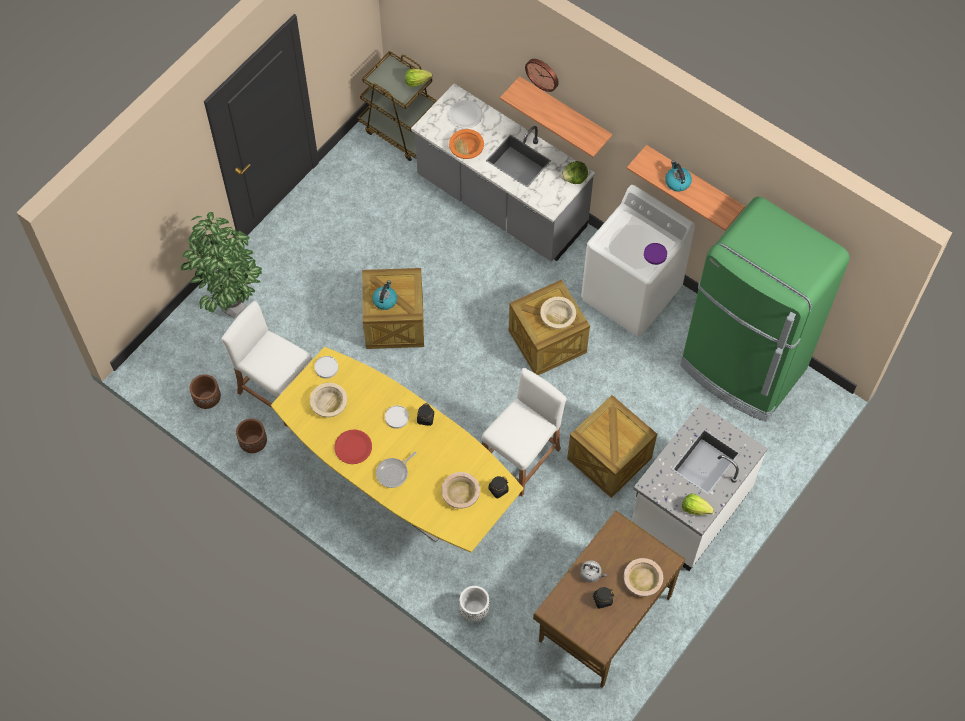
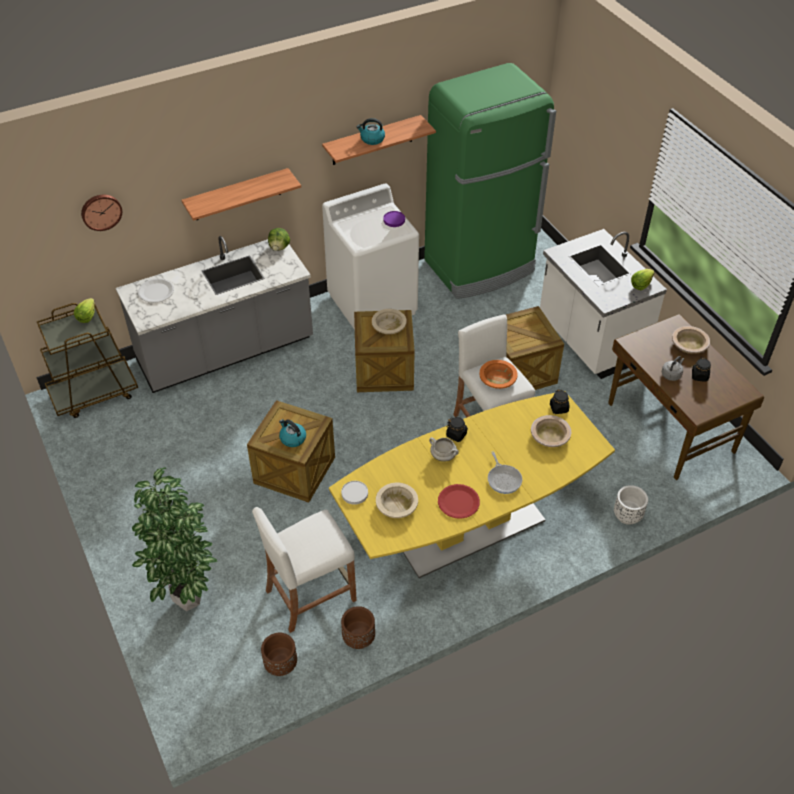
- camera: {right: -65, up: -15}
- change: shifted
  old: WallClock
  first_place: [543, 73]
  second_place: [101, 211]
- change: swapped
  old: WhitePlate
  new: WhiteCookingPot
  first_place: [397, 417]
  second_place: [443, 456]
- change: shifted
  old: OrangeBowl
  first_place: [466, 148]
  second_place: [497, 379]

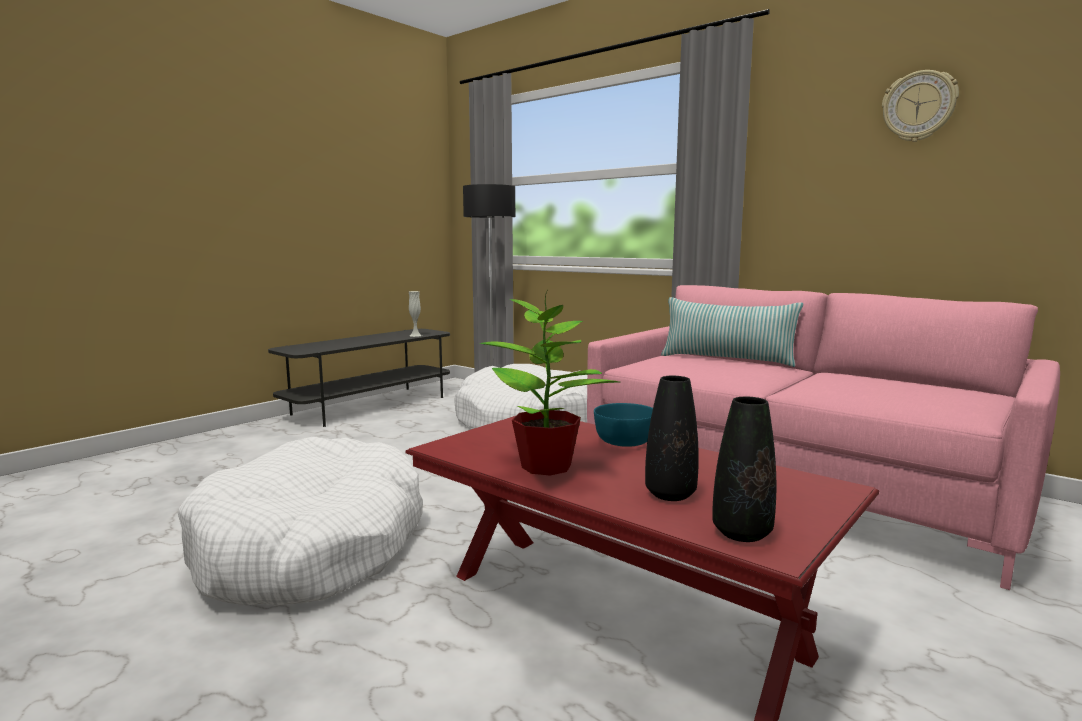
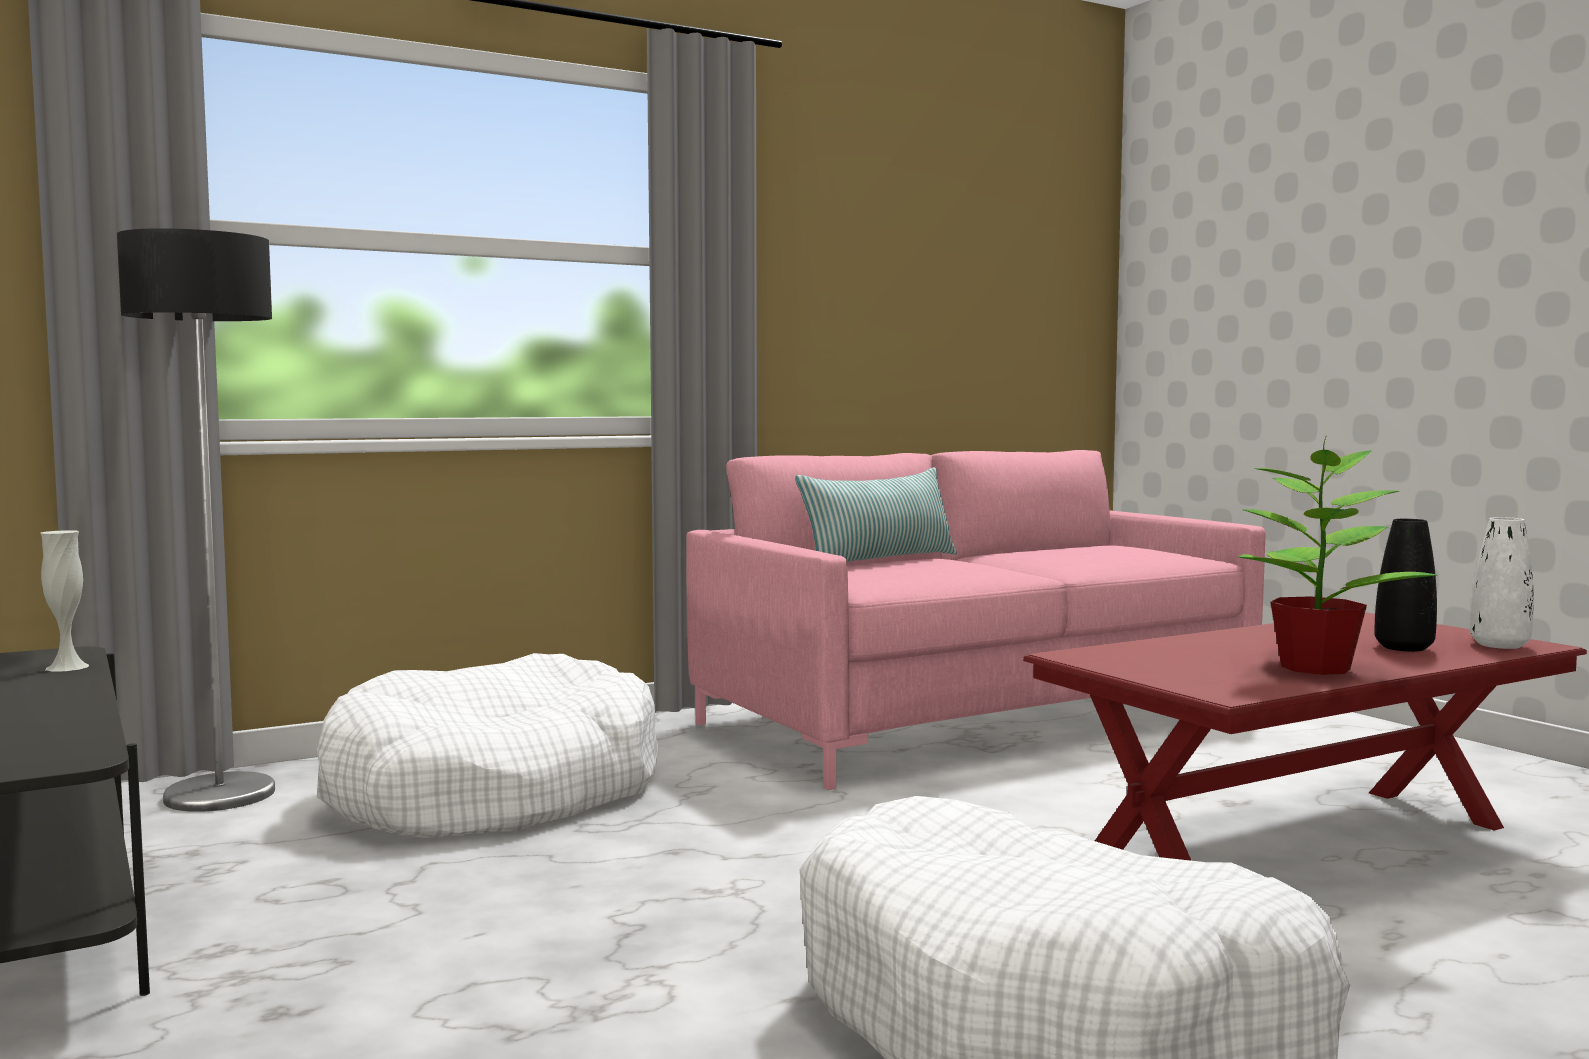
- camera: {right: -70, up: -5}
- change: repainted
  old: BlackVase
  new: WhiteVase
  first_place: [742, 533]
  second_place: [1499, 645]
- change: gone
  old: TurquoiseBowl
  first_place: [624, 440]
- change: gone
  old: WallClock
  first_place: [919, 106]

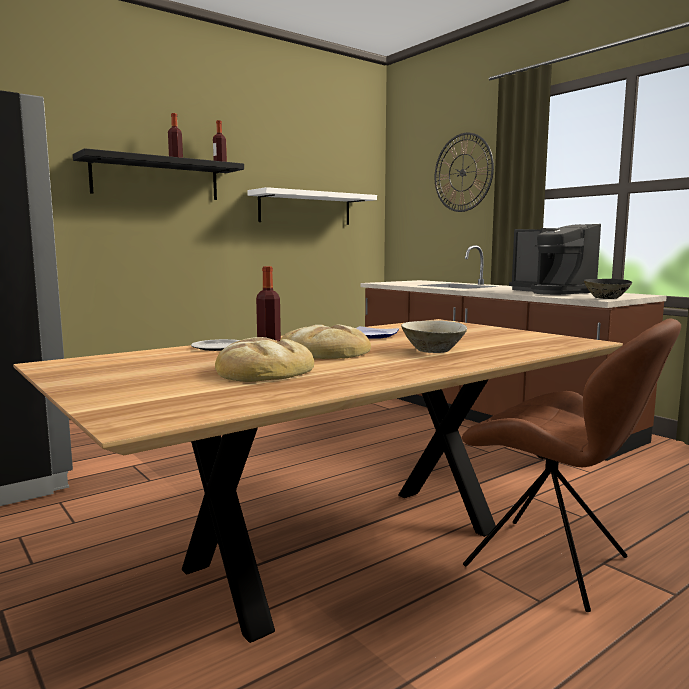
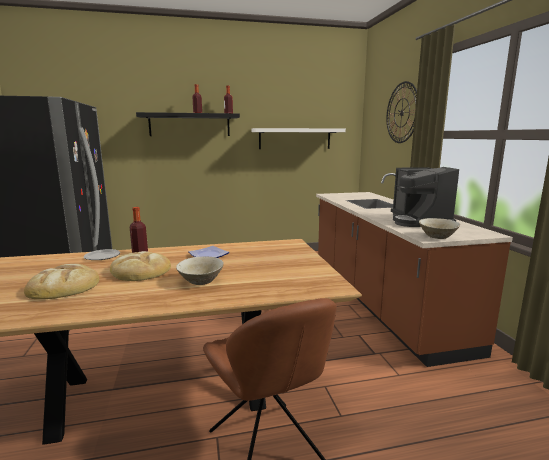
- camera: {right: 25, up: 5}
- change: repainted
  old: BlackBowl
  new: BeigeBowl
  first_place: [606, 298]
  second_place: [437, 237]

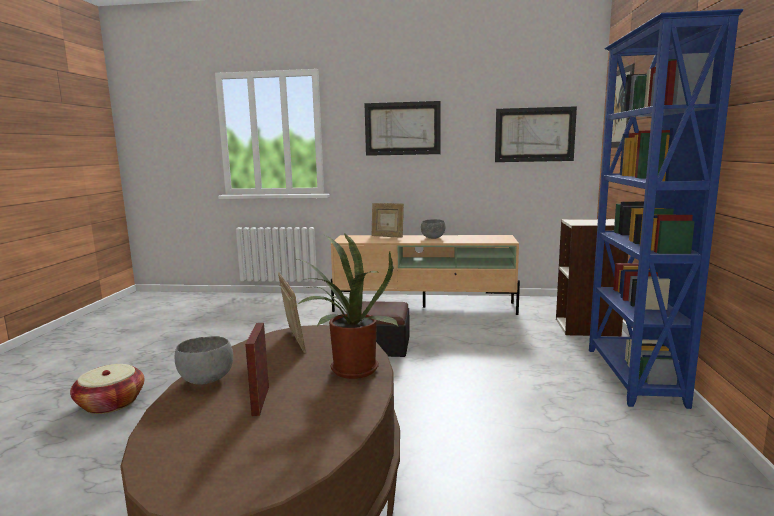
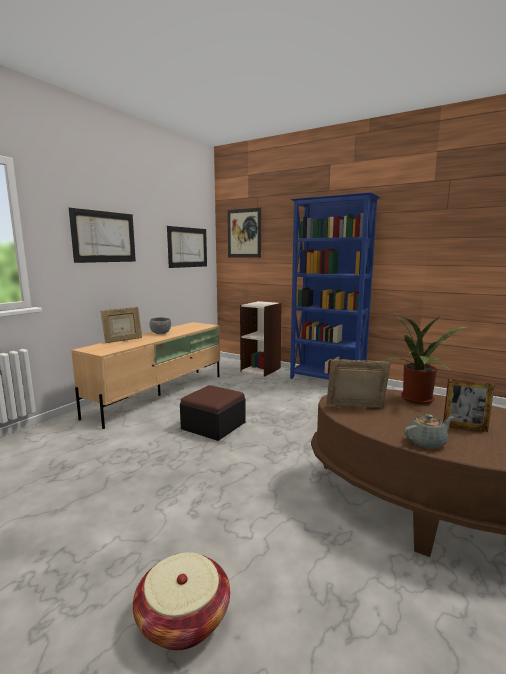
- camera: {right: -65, up: 0}
- change: swapped
  old: GreyBowl
  new: GreyTeapot
  first_place: [205, 380]
  second_place: [427, 442]

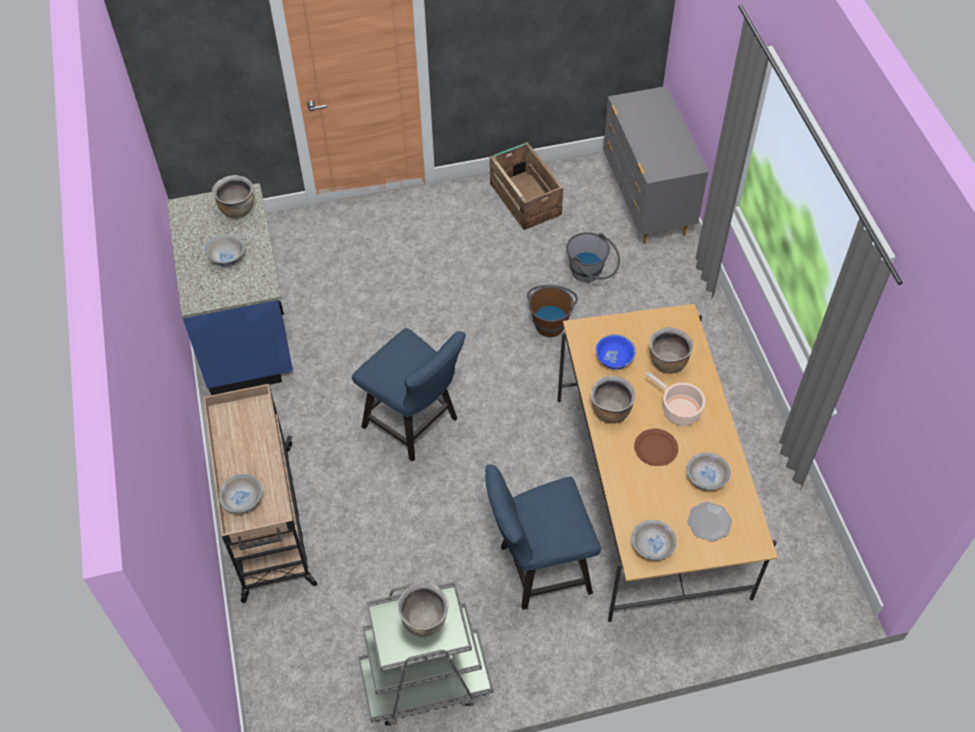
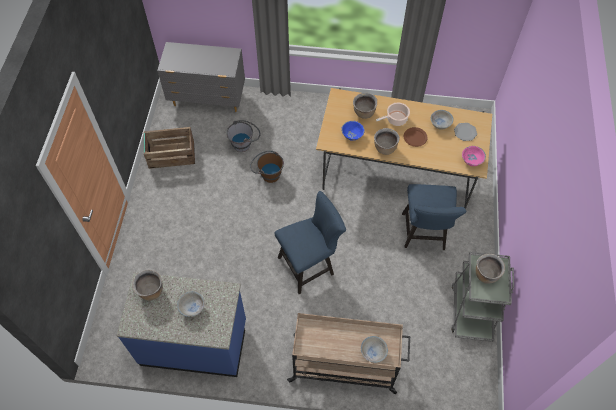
- camera: {right: -70, up: 5}
- change: repainted
  old: WhiteBowl
  new: PinkBowl
  first_place: [652, 547]
  second_place: [472, 160]

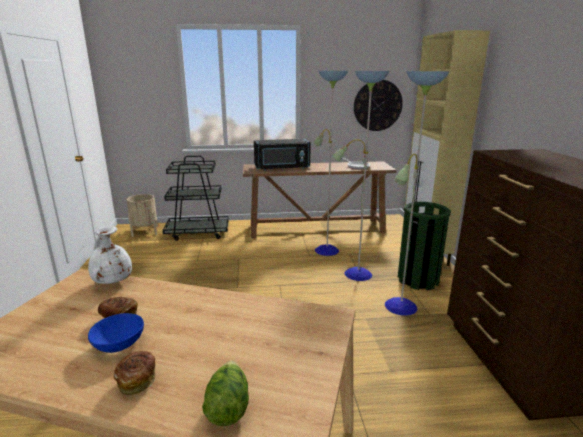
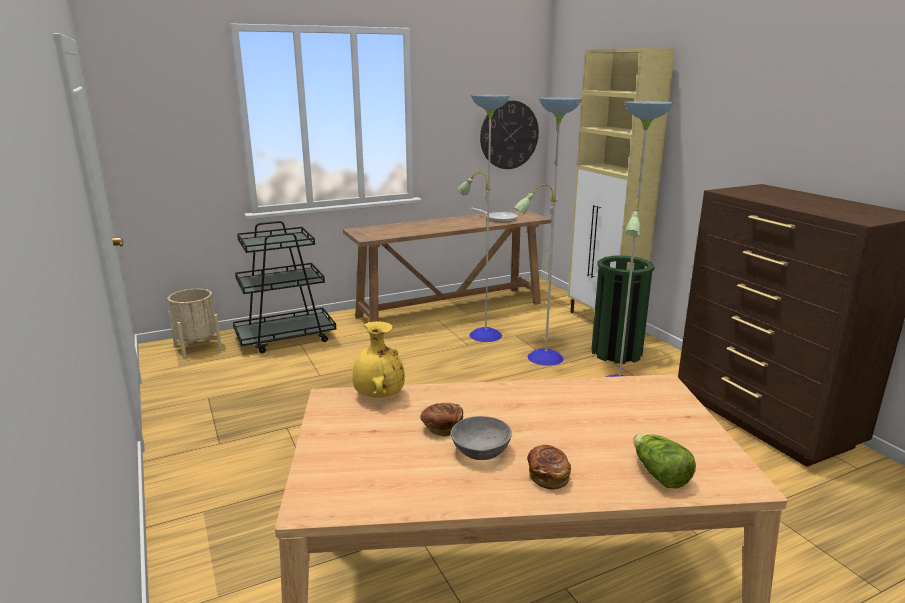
- camera: {right: -20, up: 0}
- change: repainted
  old: WhiteVase
  new: YellowVase
  first_place: [112, 282]
  second_place: [378, 395]
- change: repainted
  old: BlueBowl
  new: GreyBowl
  first_place: [120, 343]
  second_place: [482, 450]
- change: gone
  old: BlackMicrowave
  first_place: [282, 168]

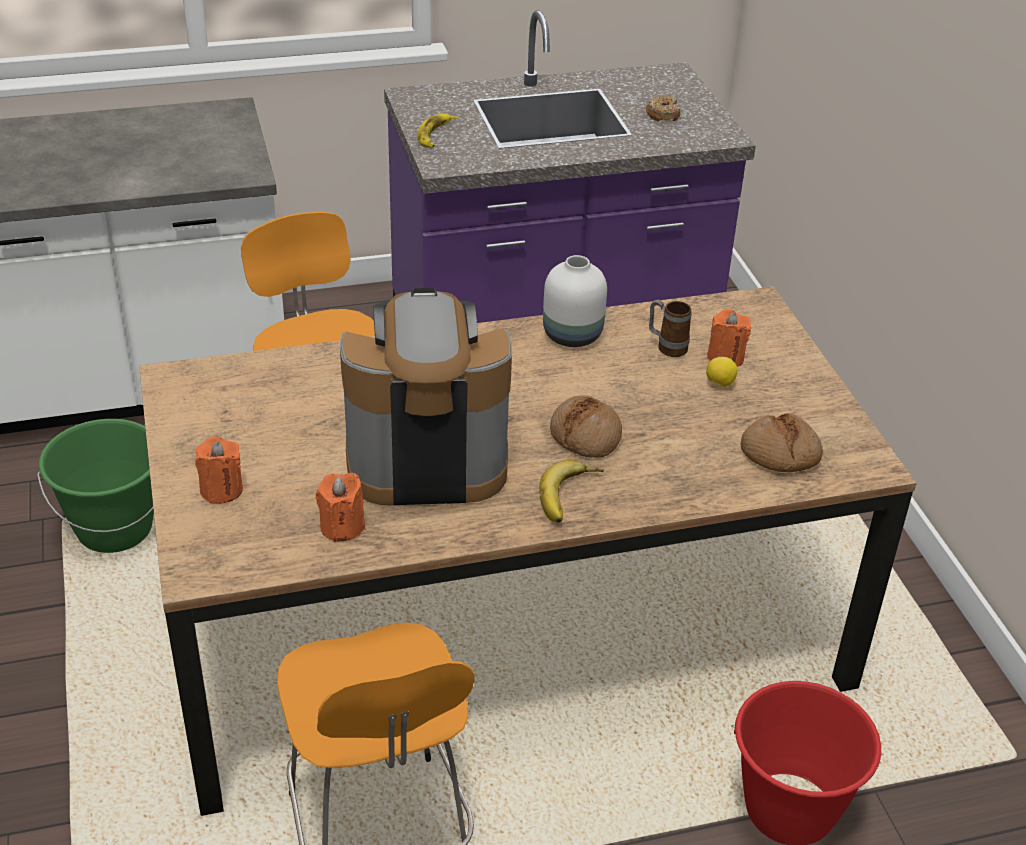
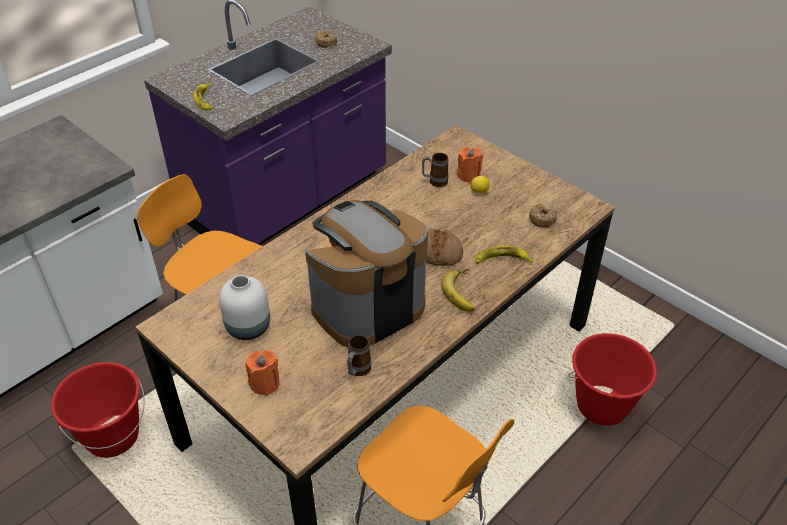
- camera: {right: -30, up: 5}
- change: repainted
  old: GreenBucket
  new: RedBucket
  first_place: [115, 529]
  second_place: [112, 436]
- change: shifted
  old: WhiteVase
  first_place: [572, 334]
  second_place: [247, 326]
- change: swapped
  old: OrangeCandle
  new: Mug
  first_place: [342, 527]
  second_place: [357, 371]
- change: new
  new: Banana
  second_place: [501, 259]
- change: swapped
  old: Bread
  new: Donut
  first_place: [780, 454]
  second_place: [542, 219]

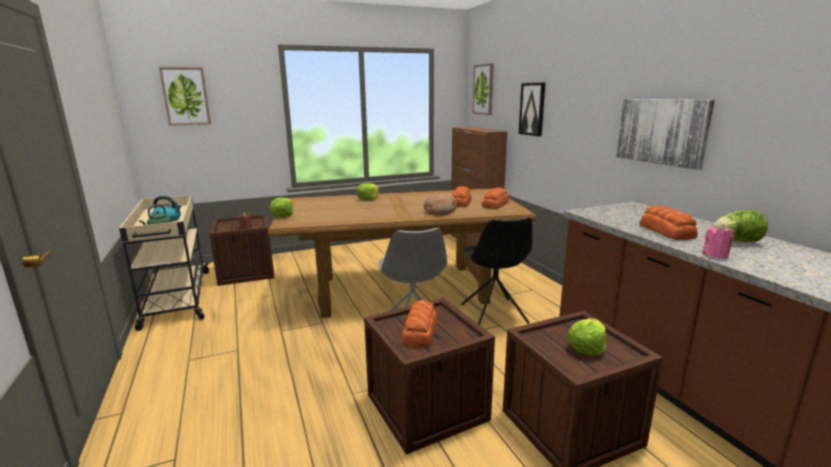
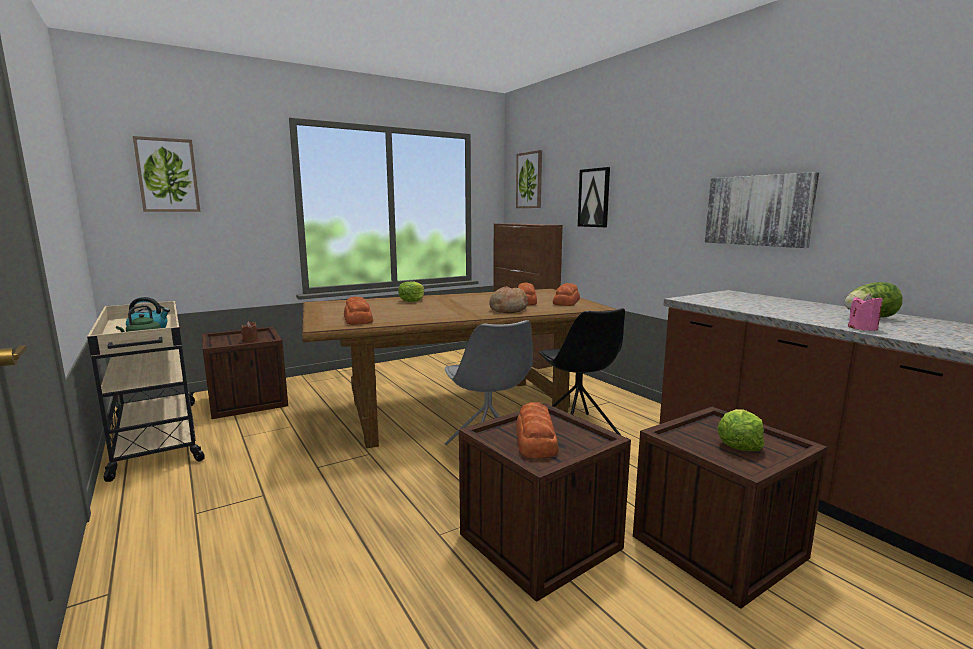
- camera: {right: -10, up: -5}
- change: shifted
  old: Bread
  first_place: [666, 231]
  second_place: [358, 319]
- change: gone
  old: Lettuce
  first_place: [282, 215]

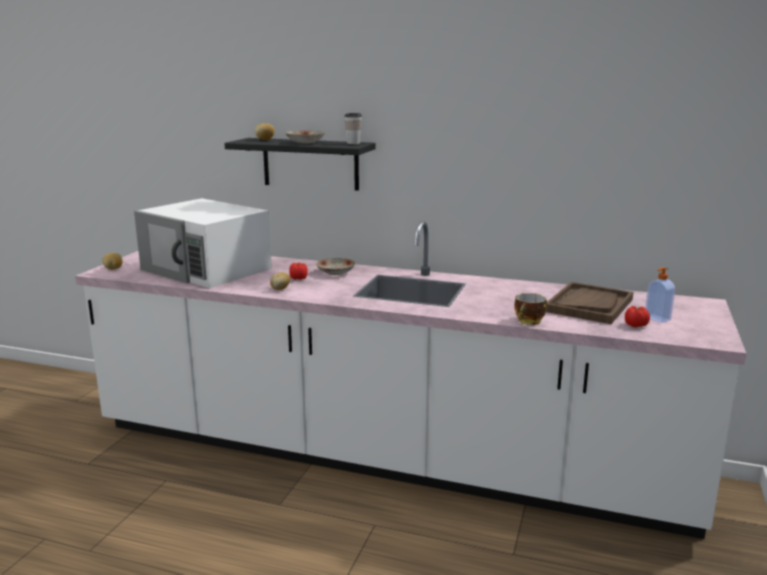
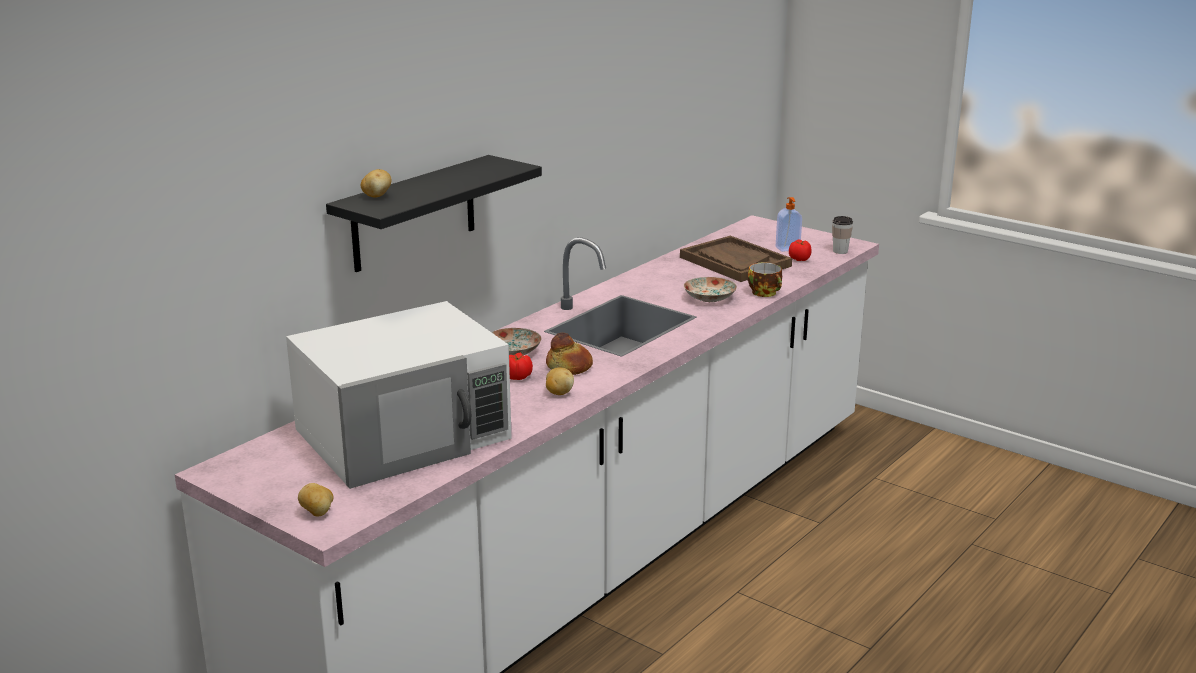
- camera: {right: -70, up: 5}
- change: new
  new: Bread
  second_place: [569, 367]
- change: shifted
  old: Plate
  first_place: [305, 142]
  second_place: [709, 298]
- change: shifted
  old: Cup
  first_place: [353, 143]
  second_place: [840, 251]

